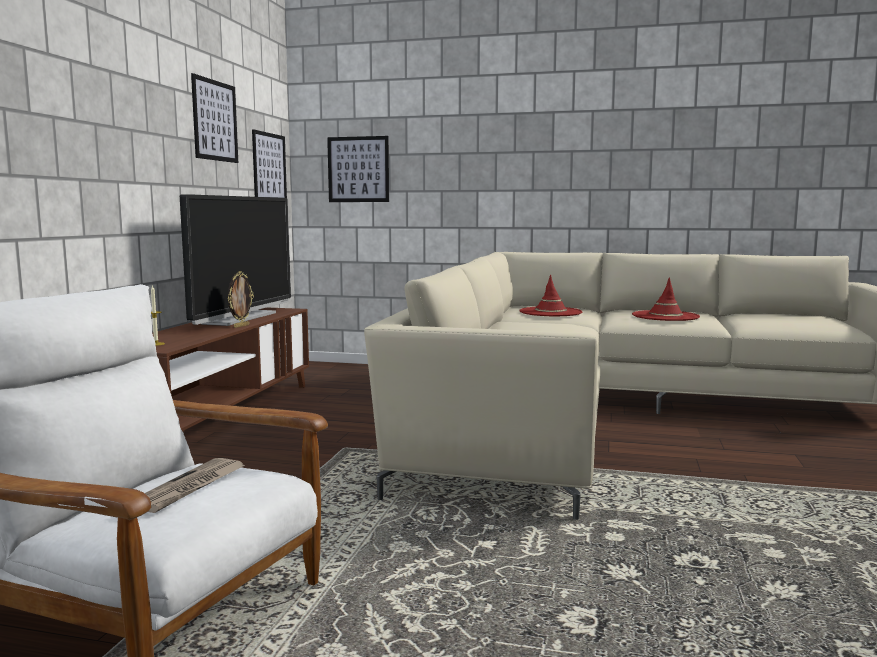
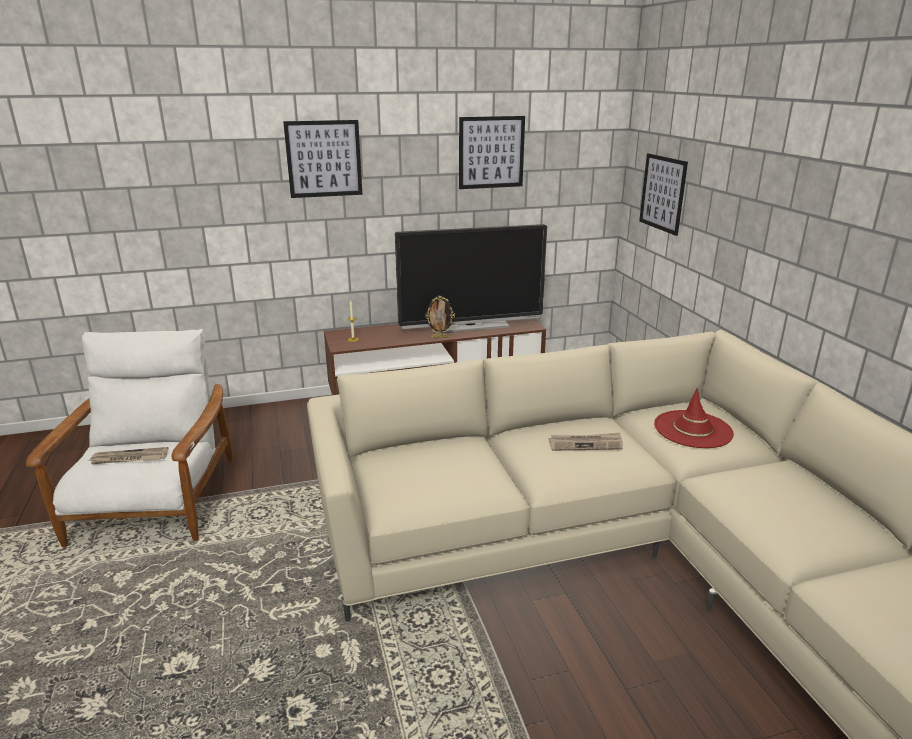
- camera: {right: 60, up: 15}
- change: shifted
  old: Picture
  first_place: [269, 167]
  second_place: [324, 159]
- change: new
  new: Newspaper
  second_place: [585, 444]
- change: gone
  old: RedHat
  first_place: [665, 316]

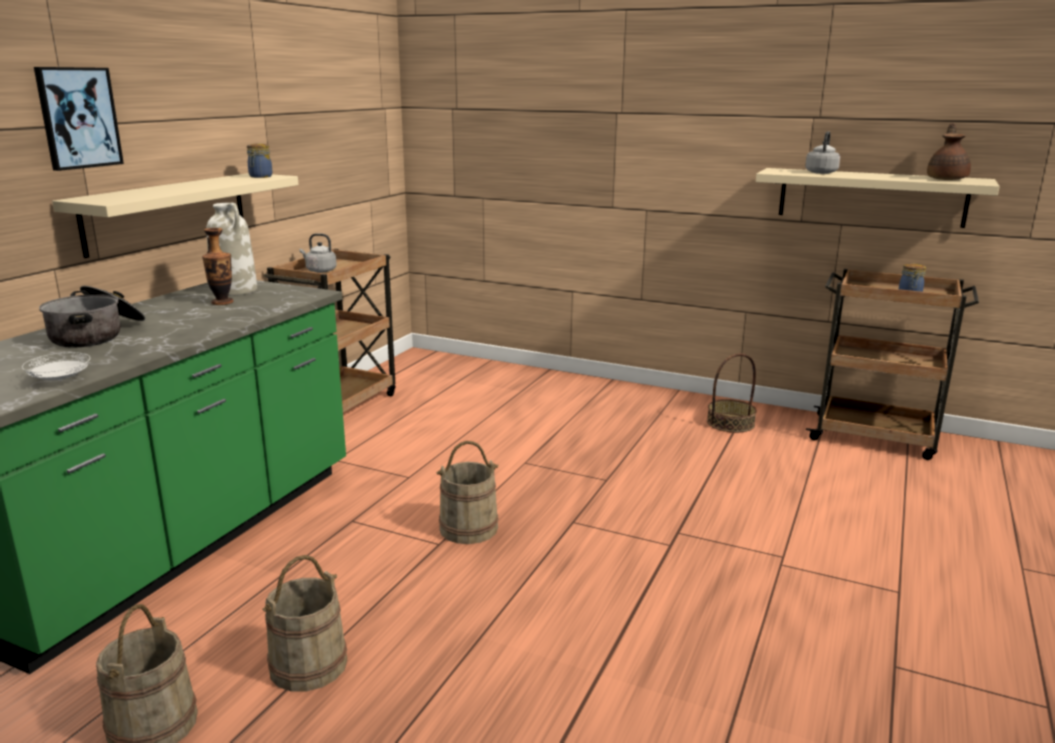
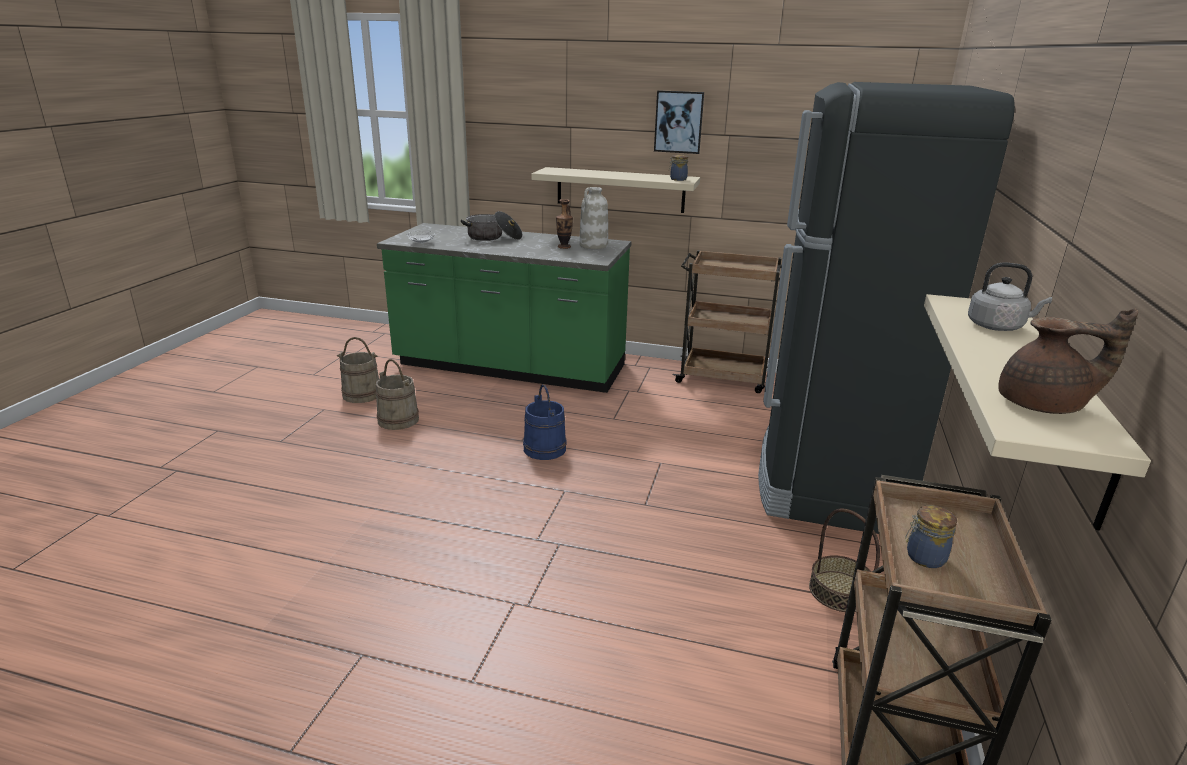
- camera: {right: 80, up: 5}
- change: repainted
  old: BeigeBucket
  new: BlueBucket
  first_place: [468, 528]
  second_place: [545, 449]
- change: shifted
  old: Picture
  first_place: [78, 118]
  second_place: [678, 122]
- change: new
  new: BlackFridge
  second_place: [829, 480]
- change: gone
  old: GreyKettle
  first_place: [319, 270]

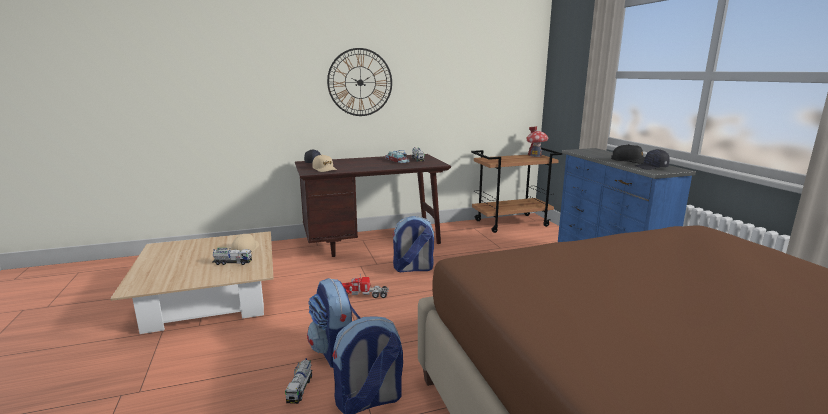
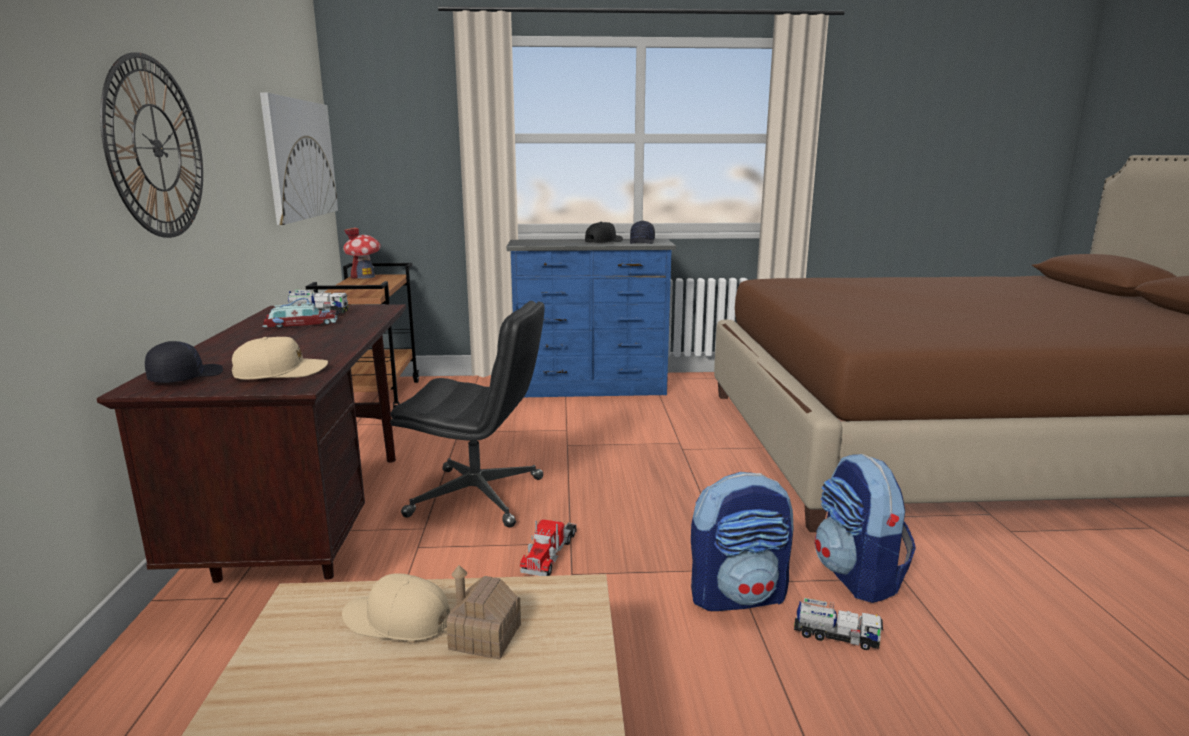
- camera: {right: -75, up: 0}
- change: new
  new: Picture
  second_place: [300, 159]
- change: swapped
  old: Backpack
  new: BlackOfficeChair
  first_place: [413, 269]
  second_place: [478, 497]
- change: swapped
  old: ToyTruck
  new: ToyHouse
  first_place: [232, 263]
  second_place: [485, 636]

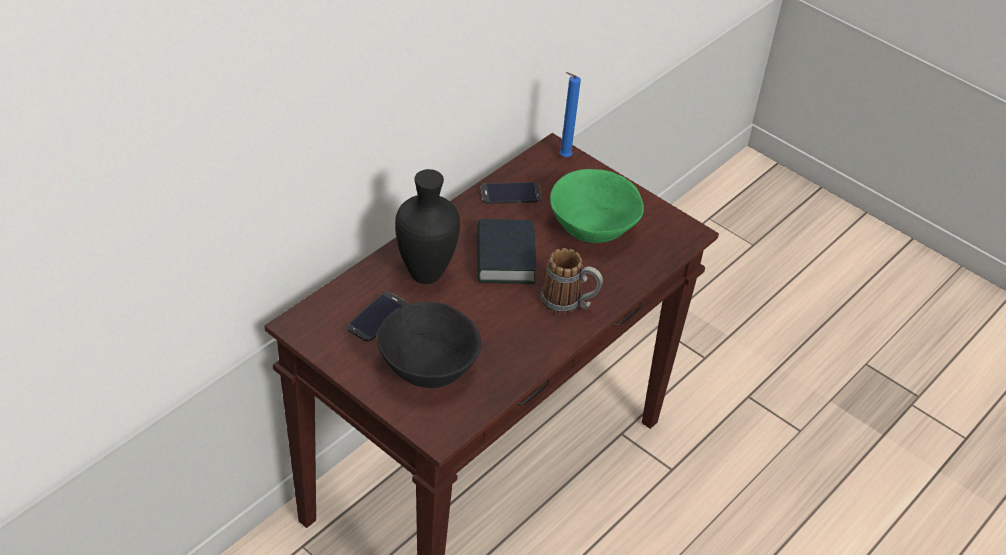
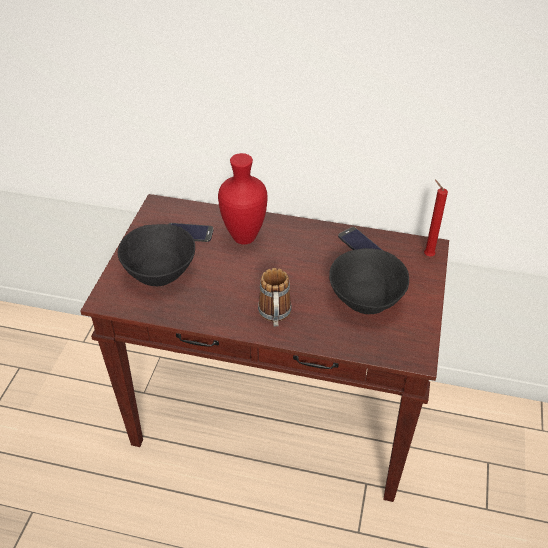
- camera: {right: 65, up: 0}
- change: repainted
  old: BlackVase
  new: RedVase
  first_place: [428, 274]
  second_place: [245, 238]
- change: repainted
  old: GreenBowl
  new: BlackBowl
  first_place: [591, 229]
  second_place: [365, 298]
- change: repainted
  old: BlueCandle
  new: RedCandle
  first_place: [563, 157]
  second_place: [427, 255]
- change: gone
  old: Book
  first_place: [505, 258]

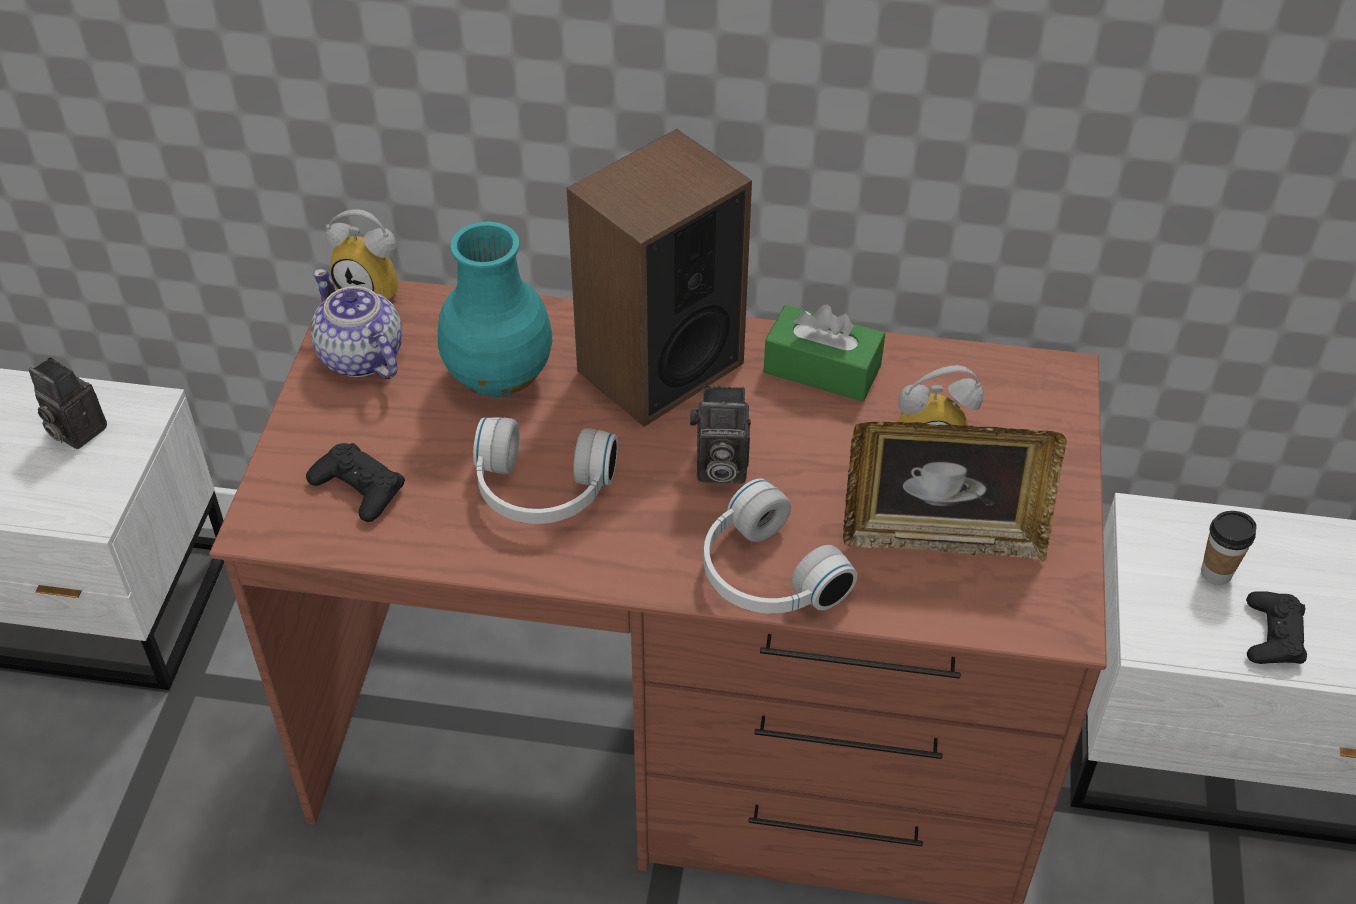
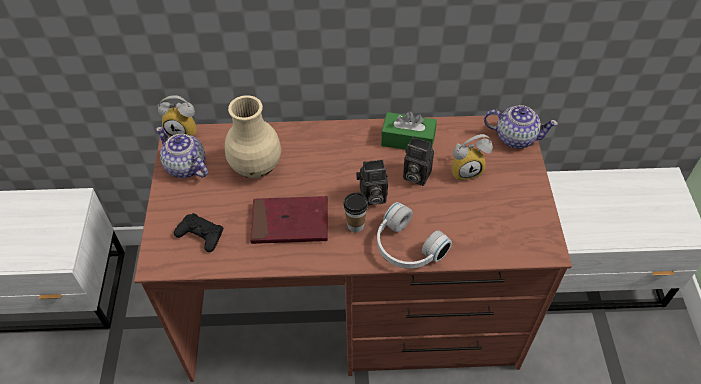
- camera: {right: -10, up: 5}
- change: repainted
  old: TurquoiseVase
  new: BeigeVase
  first_place: [499, 376]
  second_place: [256, 166]
- change: swapped
  old: WhiteHeadphones
  new: RedBook
  first_place: [541, 492]
  second_place: [290, 222]
- change: shifted
  old: Cup
  first_place: [1216, 573]
  second_place: [355, 225]
- change: shifted
  old: PhotoCamera
  first_place: [74, 430]
  second_place: [415, 175]
- change: new
  new: Teapot
  second_place: [515, 137]
- change: gone
  old: Speaker
  first_place: [659, 366]
- change: gone
  old: PictureFrame
  first_place: [942, 537]
- change: gone
  old: BlackGameController
  first_place: [1273, 635]

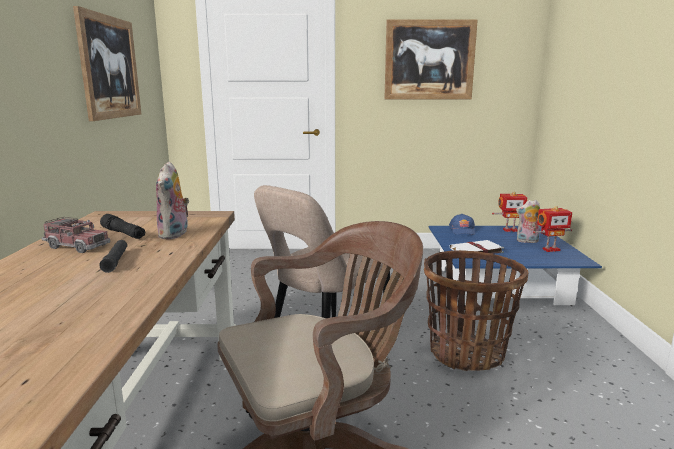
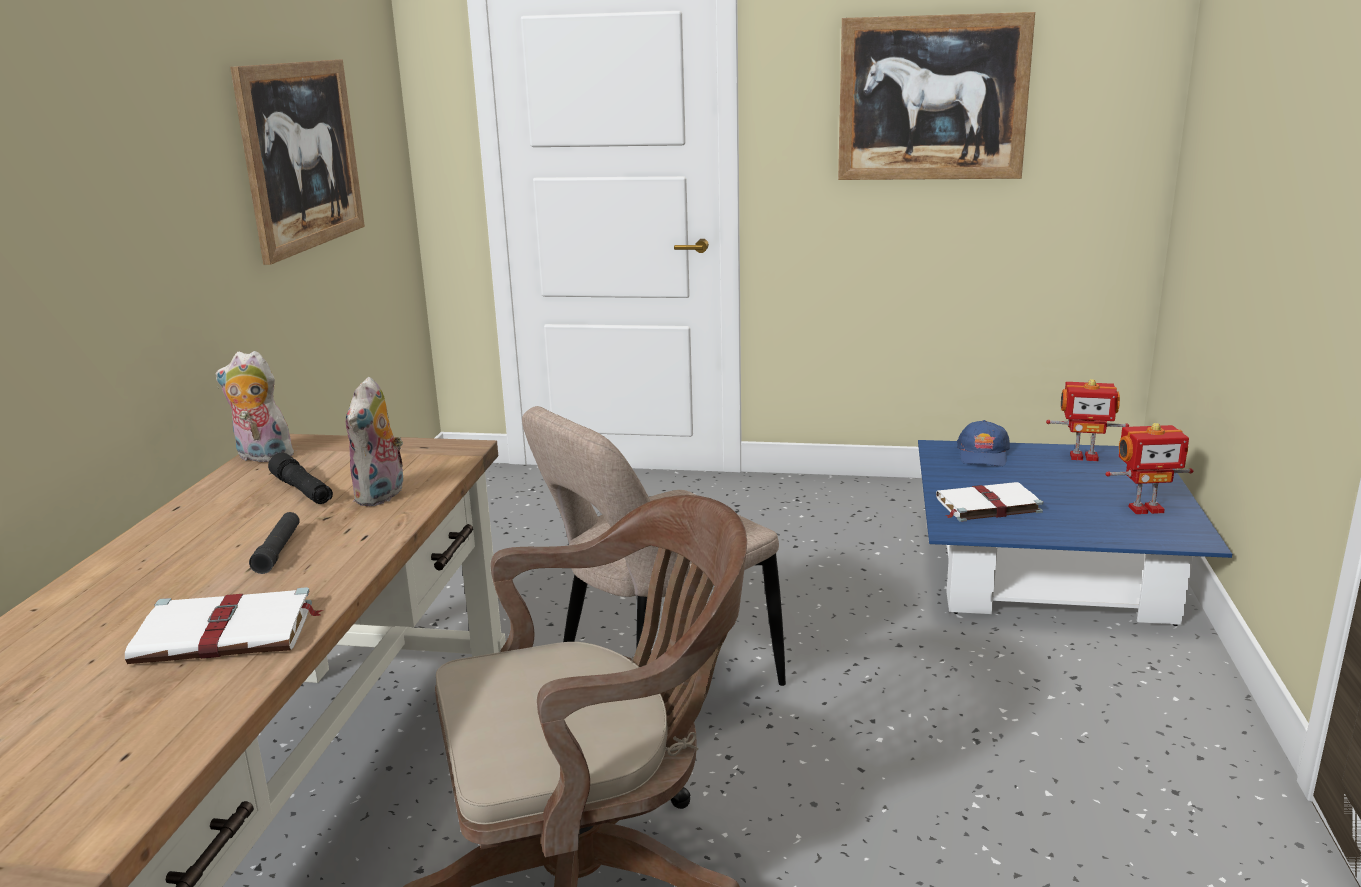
- camera: {right: 10, up: 5}
- change: new
  new: WhiteBook
  second_place: [228, 633]
- change: shifted
  old: PlushToy
  first_place: [527, 241]
  second_place: [261, 457]
- change: gone
  old: ToyTruck
  first_place: [77, 246]
- change: gone
  old: Basket
  first_place: [467, 353]

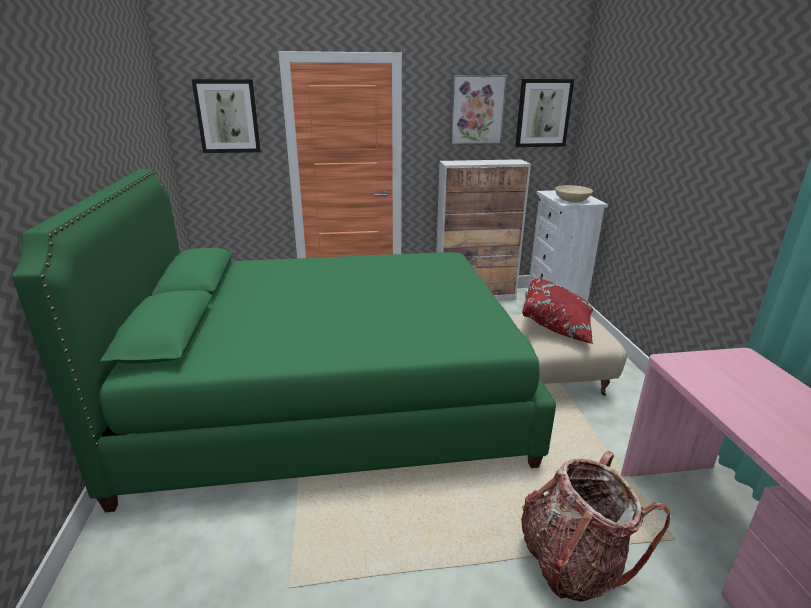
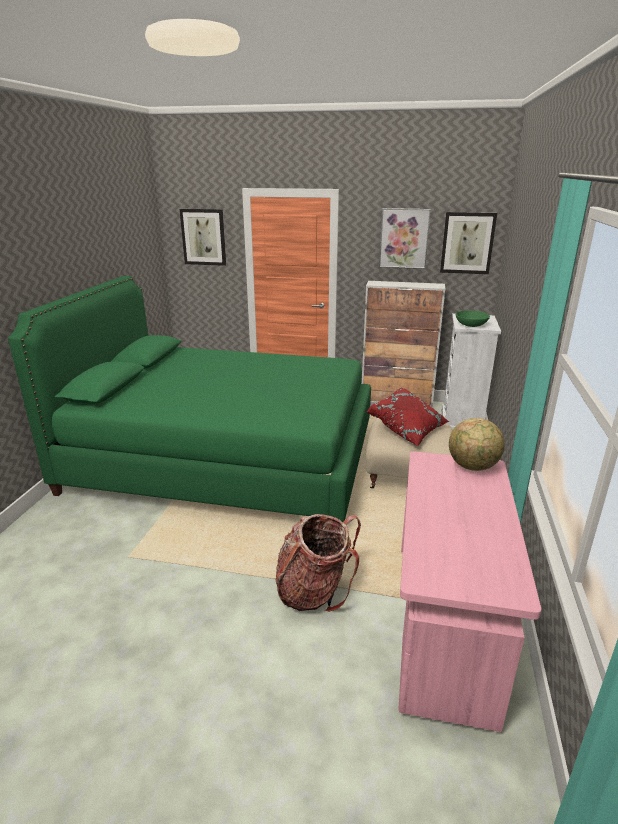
- camera: {right: 20, up: 0}
- change: new
  new: Globe
  second_place: [473, 467]
- change: repainted
  old: BeigeBowl
  new: GreenBowl
  first_place: [572, 200]
  second_place: [471, 325]

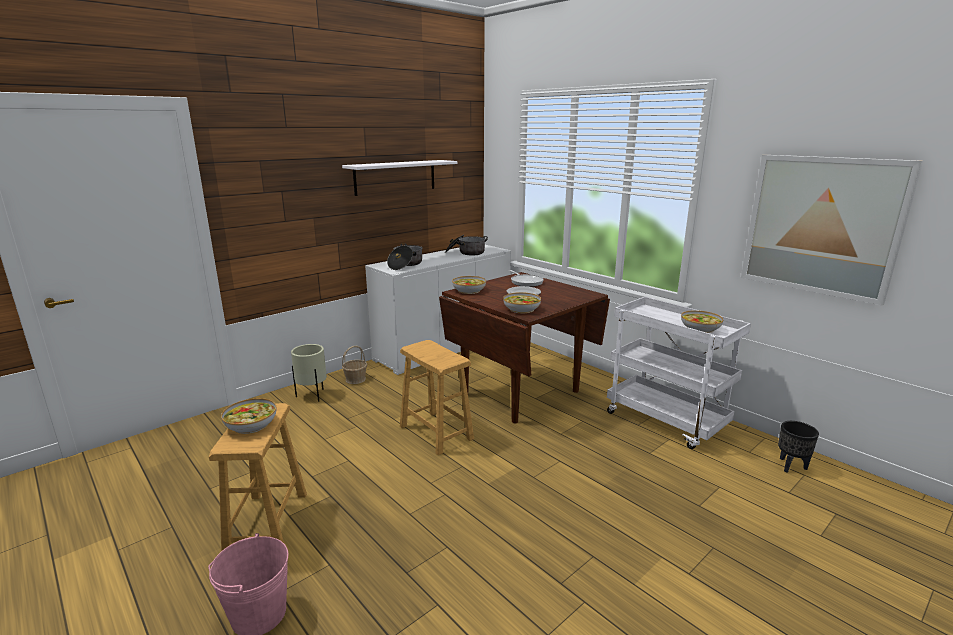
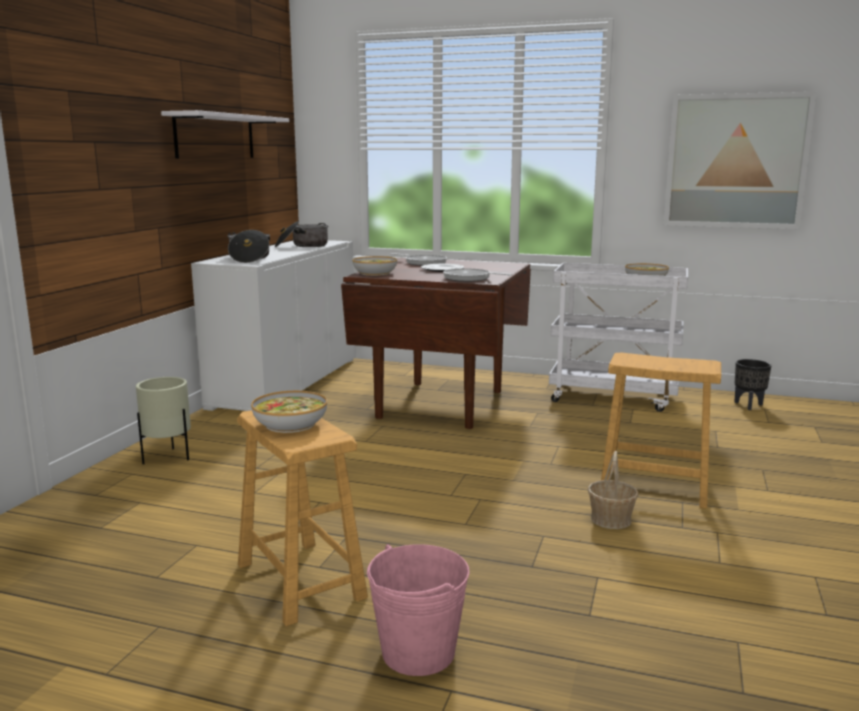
- camera: {right: -30, up: -5}
- change: swapped
  old: Bowl
  new: FryingPan
  first_place: [521, 309]
  second_place: [469, 278]
- change: shifted
  old: Basket
  first_place: [356, 379]
  second_place: [611, 519]
- change: shifted
  old: BrownStool
  first_place: [436, 432]
  second_place: [654, 487]

